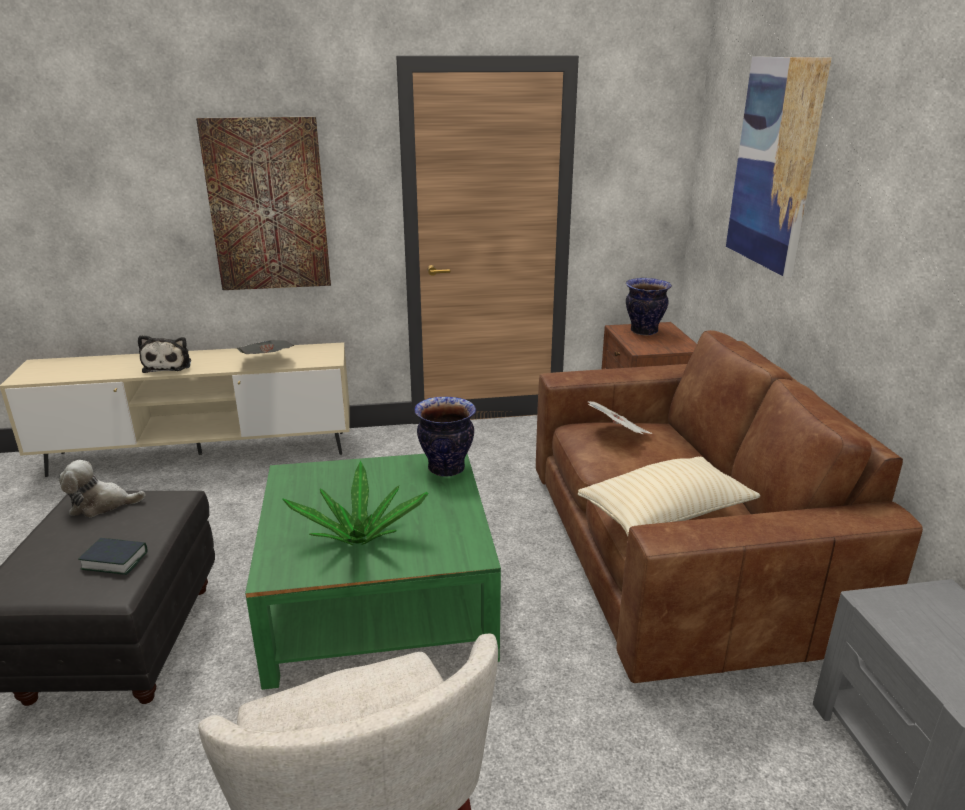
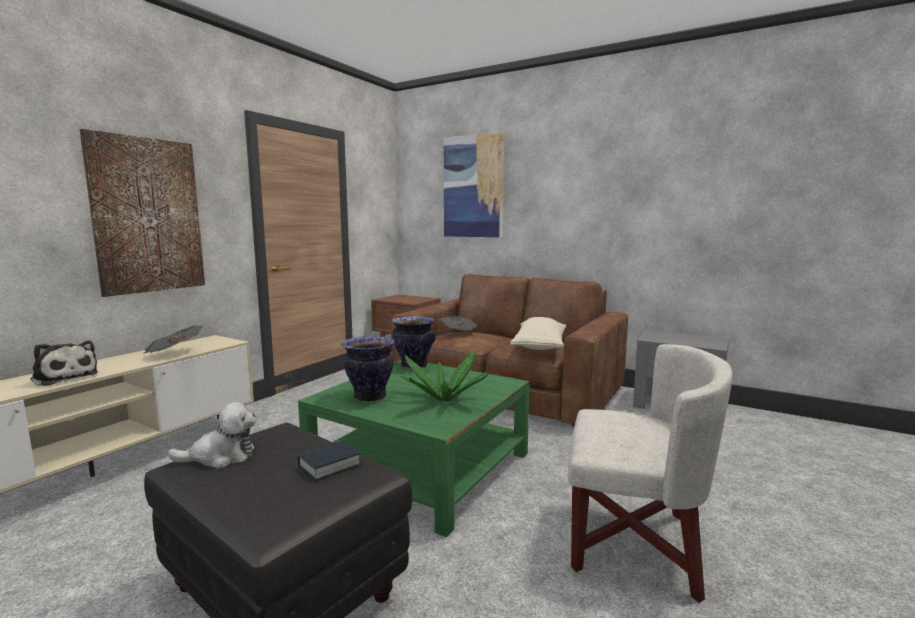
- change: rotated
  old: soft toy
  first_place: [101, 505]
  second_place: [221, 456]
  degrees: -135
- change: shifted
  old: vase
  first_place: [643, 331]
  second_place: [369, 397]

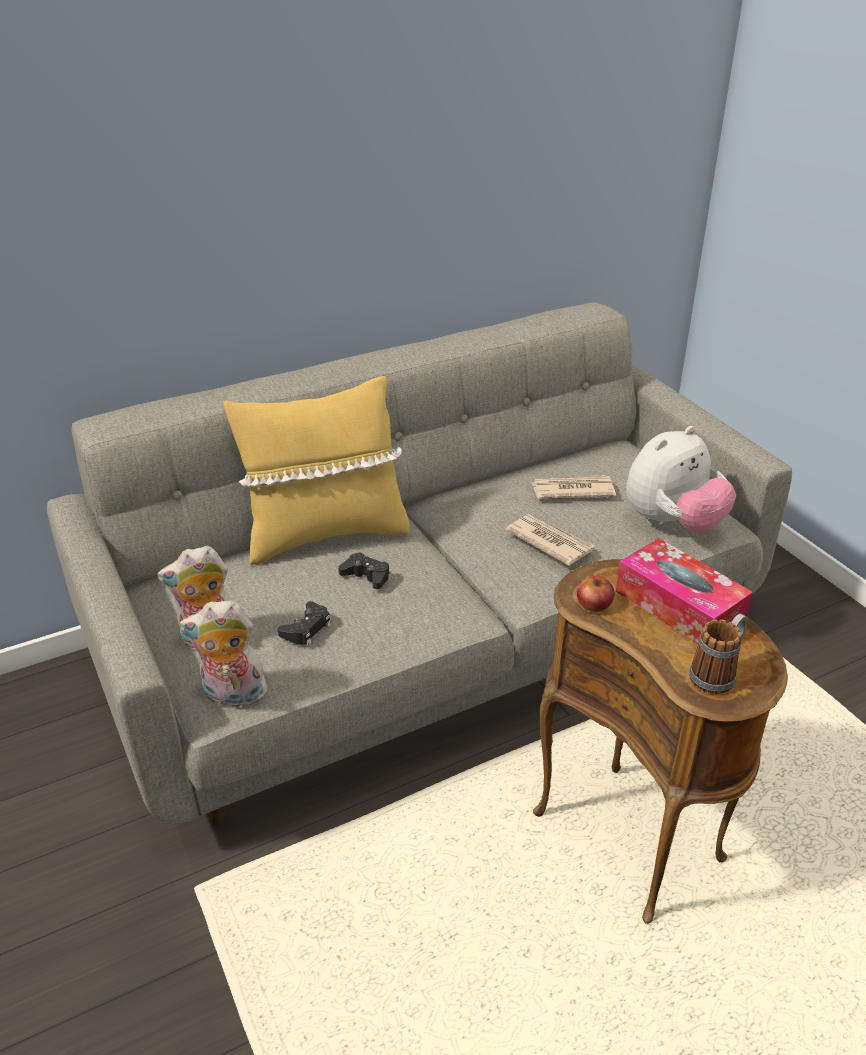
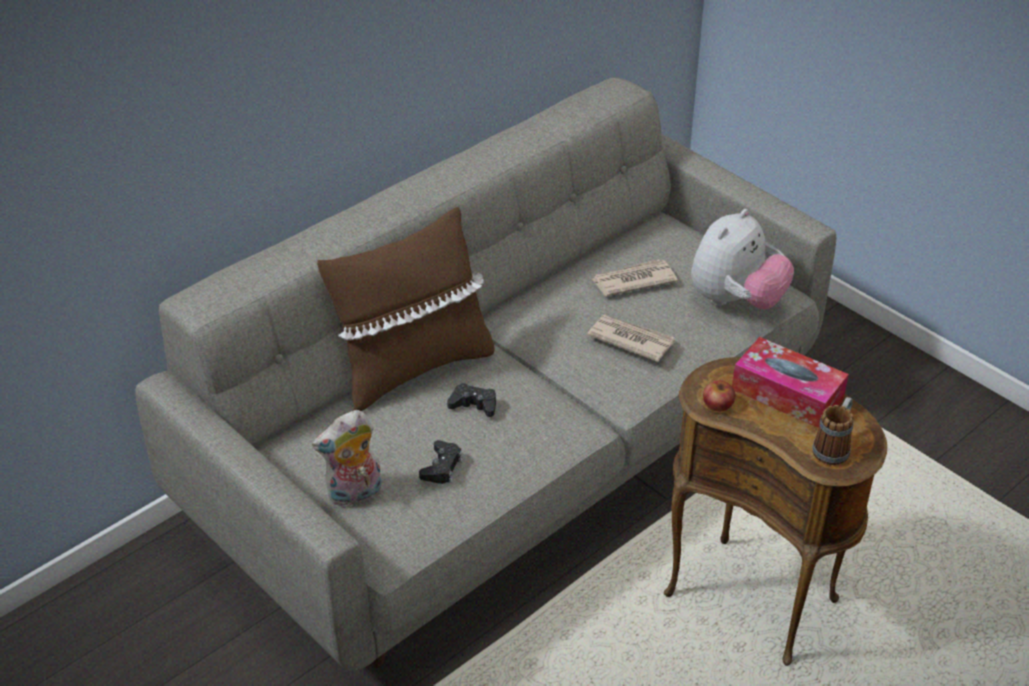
- change: gone
  old: soft toy
  first_place: [232, 696]
- change: repainted
  old: throw pillow in yellow-coloured
  new: throw pillow in brown-coloured
  first_place: [325, 535]
  second_place: [413, 368]

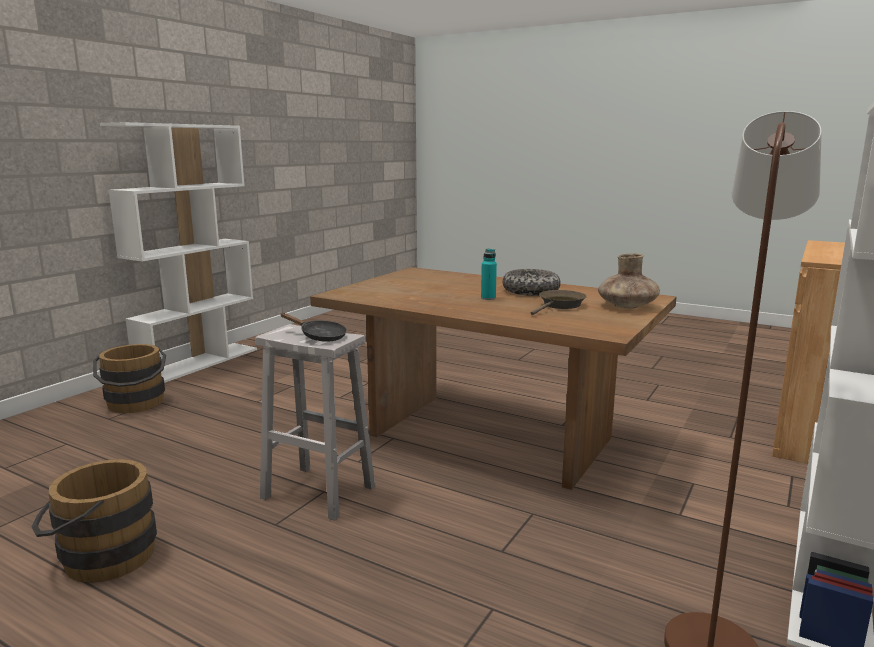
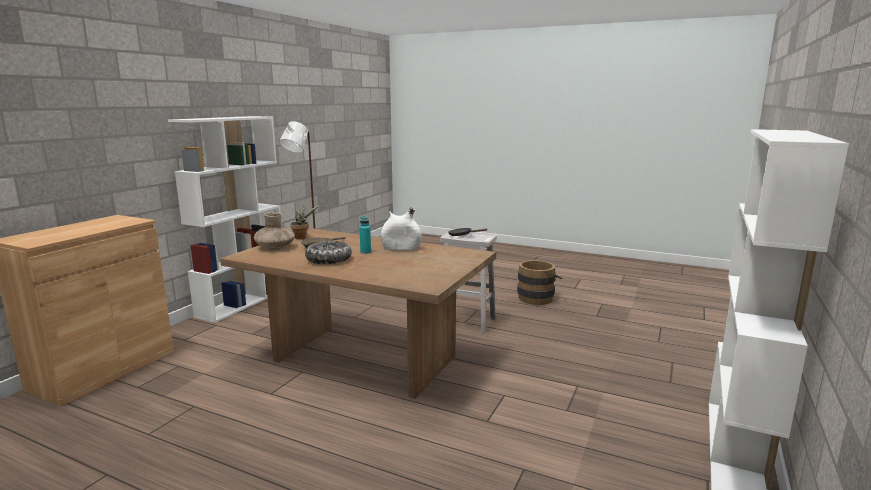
- change: gone
  old: pail in brown-coloured
  first_place: [135, 405]
- change: new
  new: plant in a pot
  second_place: [302, 237]
- change: new
  new: vase in white
  second_place: [401, 249]

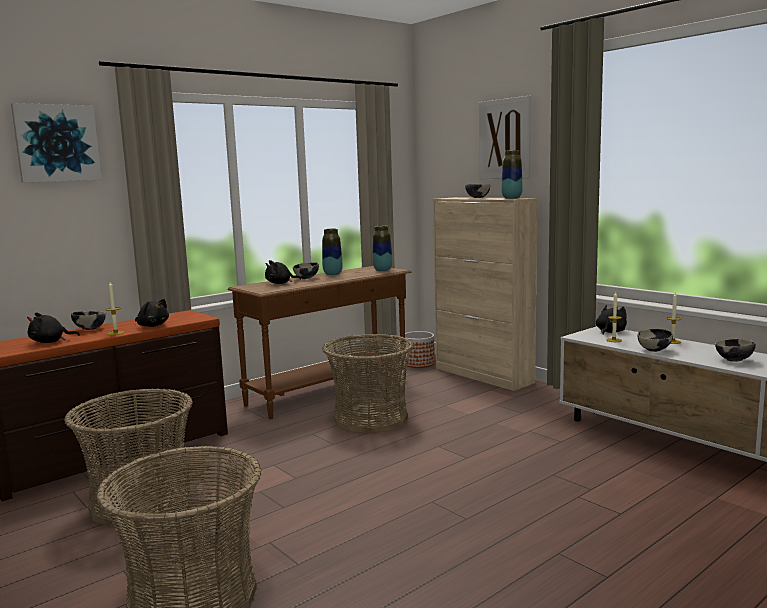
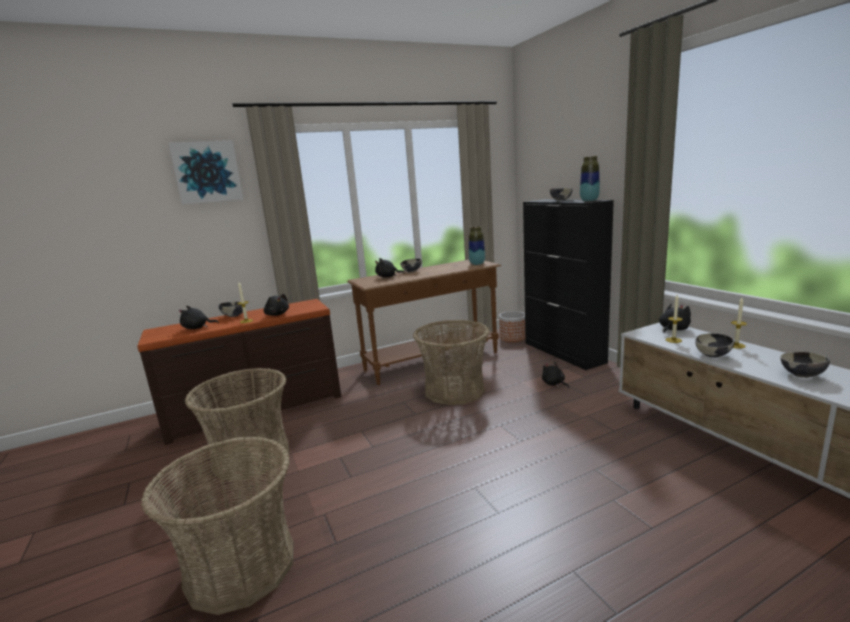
- change: gone
  old: vase
  first_place: [332, 274]
- change: repainted
  old: cabinet in beige-coloured
  new: cabinet in blackish
  first_place: [483, 375]
  second_place: [564, 352]
- change: gone
  old: wall art
  first_place: [505, 139]
- change: new
  new: soft toy in blackish
  second_place: [554, 384]

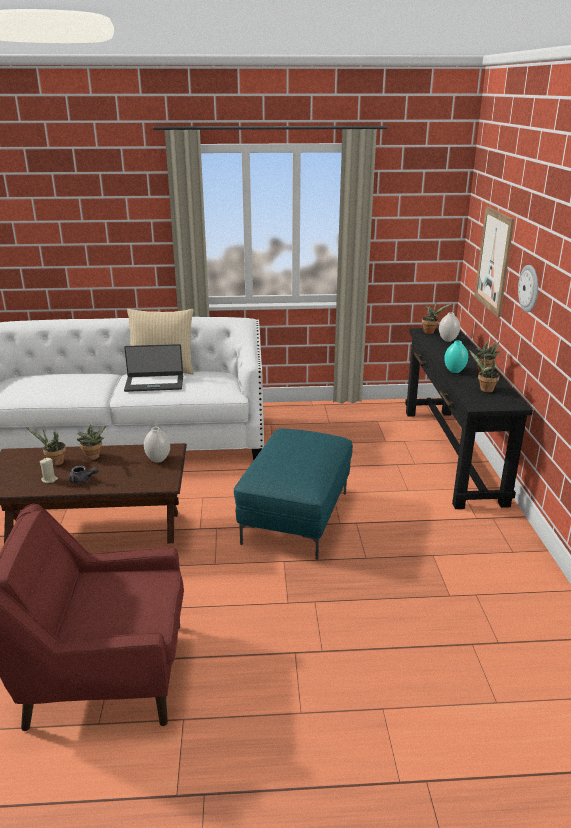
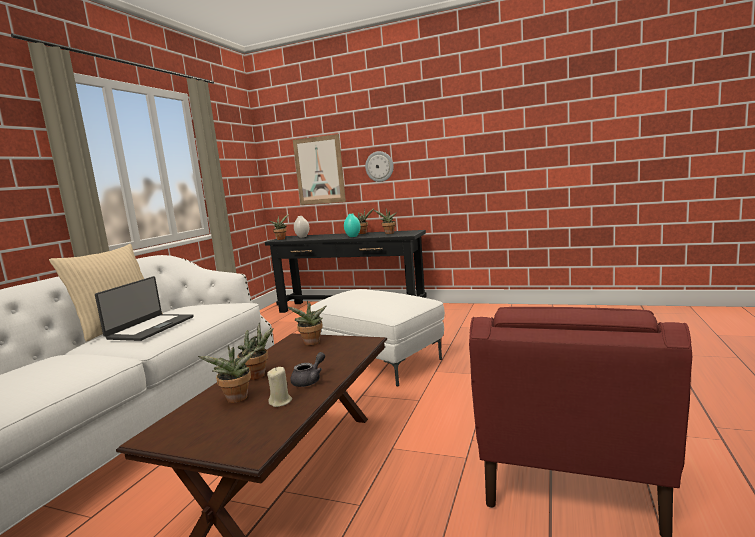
- change: swapped
  old: vase in white
  new: plant in a pot
  first_place: [158, 459]
  second_place: [311, 343]
- change: repainted
  old: ottoman in blue-green
  new: ottoman in white
  first_place: [297, 518]
  second_place: [379, 360]

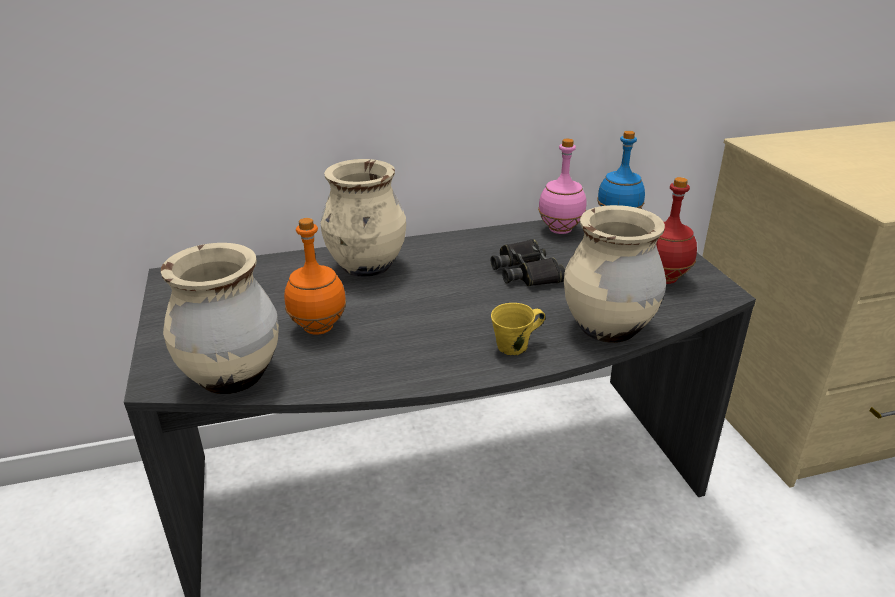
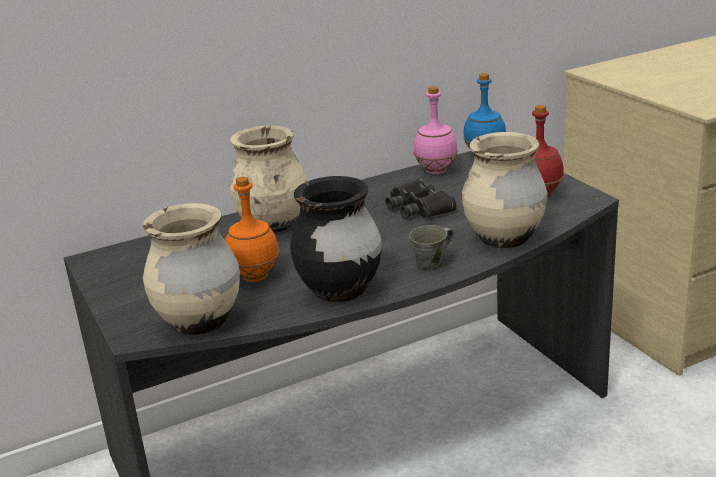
- change: repainted
  old: coffee mug in yellow-coloured
  new: coffee mug in grey
  first_place: [514, 346]
  second_place: [432, 263]
- change: new
  new: vase in blackish
  second_place: [340, 291]

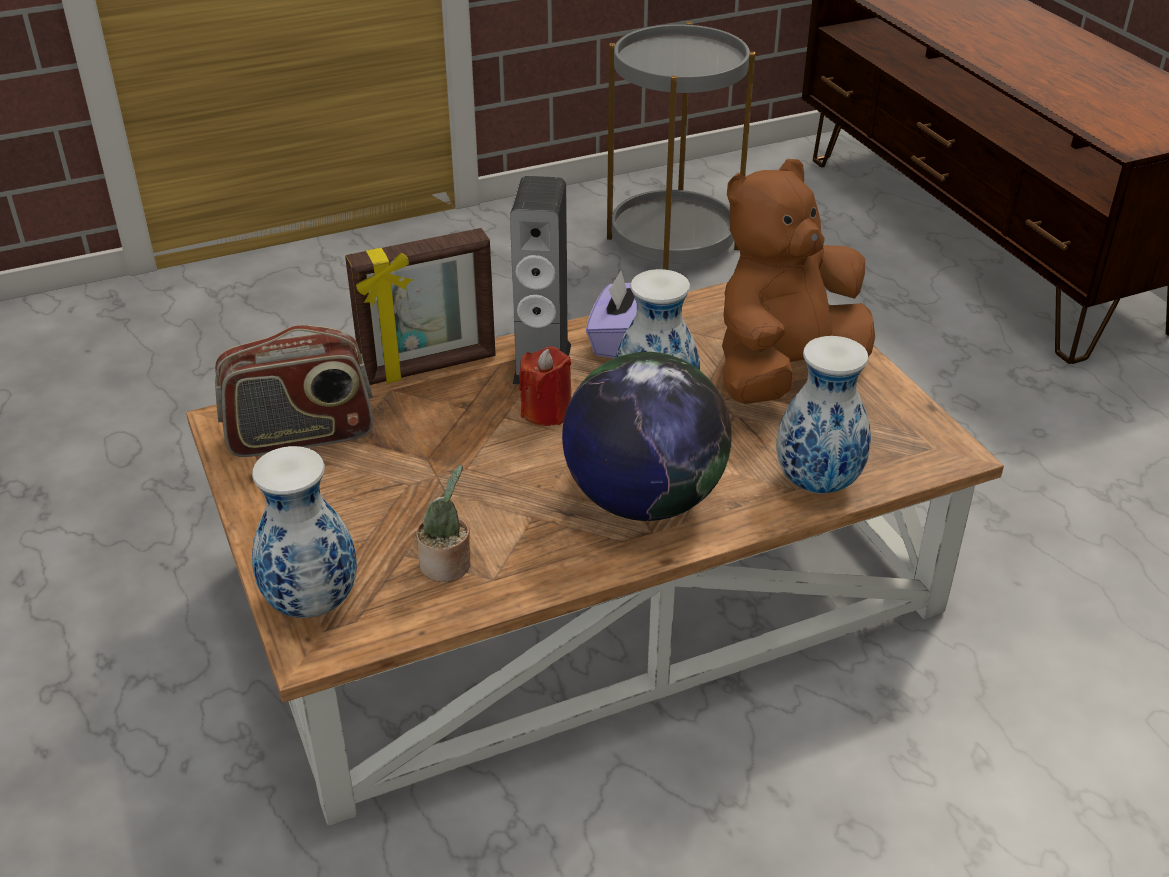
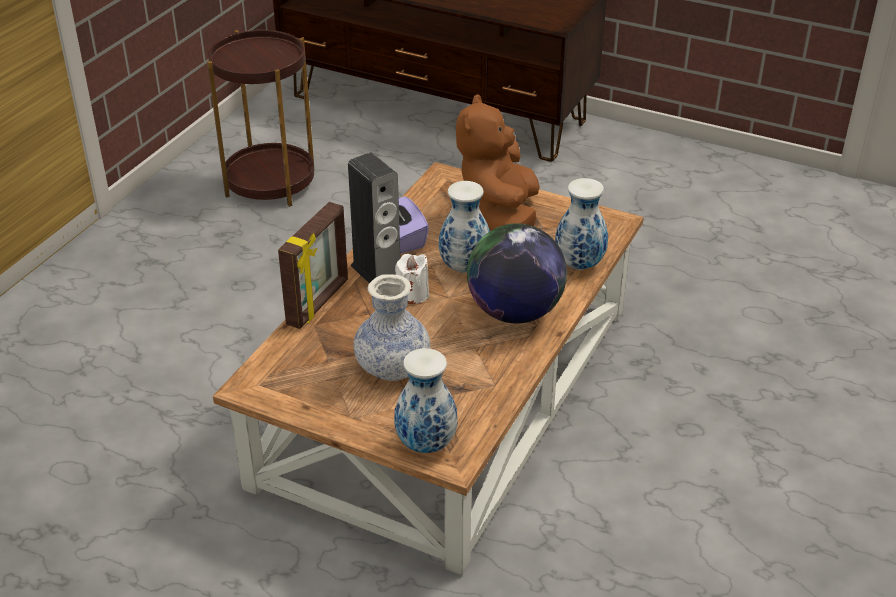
- change: gone
  old: radio
  first_place: [300, 435]
- change: gone
  old: plant in a pot
  first_place: [448, 566]
- change: repainted
  old: candle in red
  new: candle in white
  first_place: [546, 411]
  second_place: [412, 294]
- change: repainted
  old: side table in grey
  new: side table in brown-coloured
  first_place: [672, 243]
  second_place: [270, 183]
- change: new
  new: vase
  second_place: [392, 367]

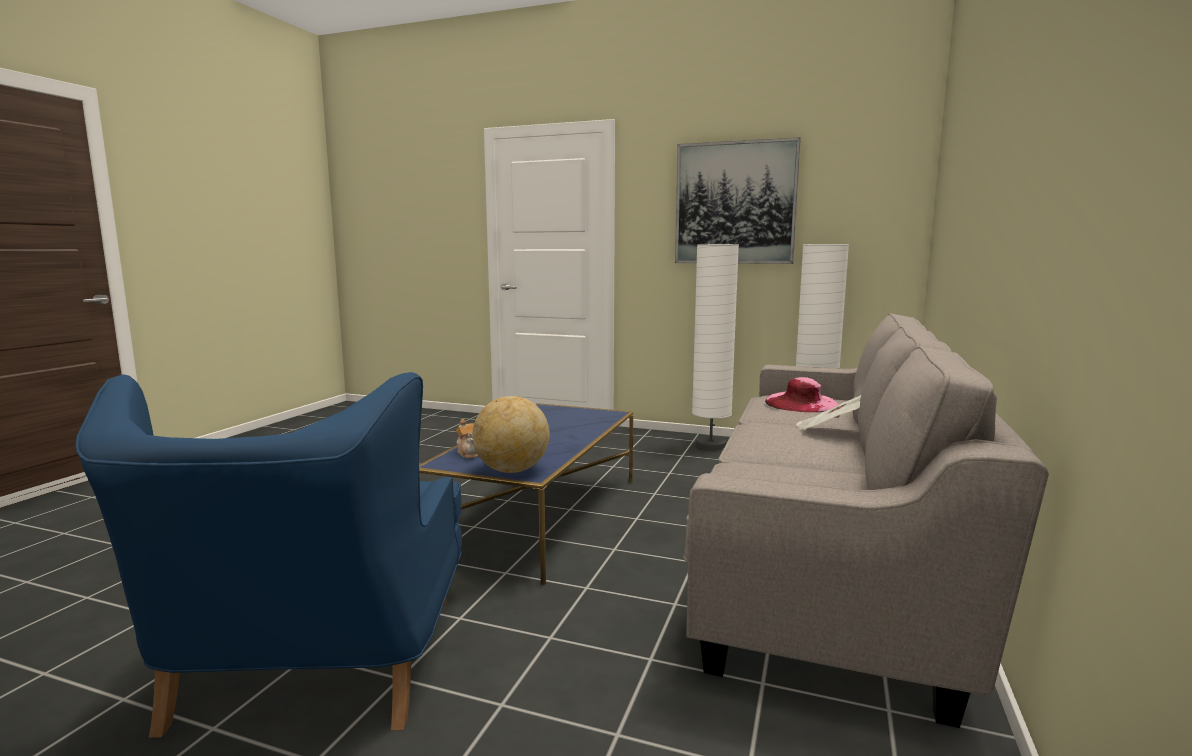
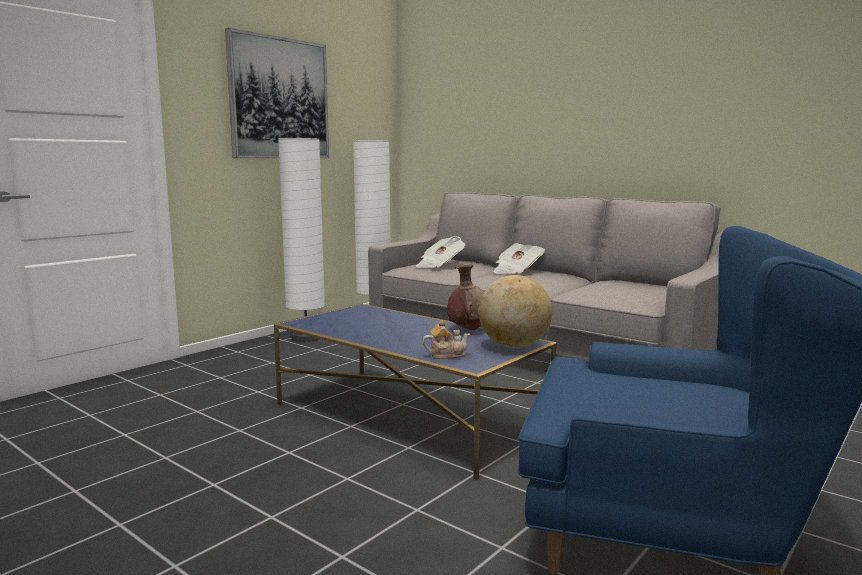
- change: swapped
  old: clothing hat in pinkish
  new: printed paper
  first_place: [801, 403]
  second_place: [439, 266]
- change: new
  new: vase in brown-coloured
  second_place: [468, 329]

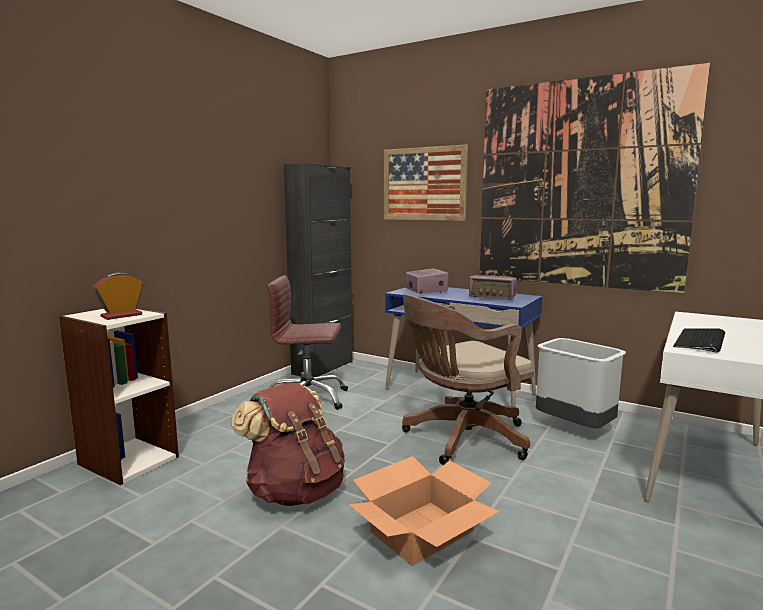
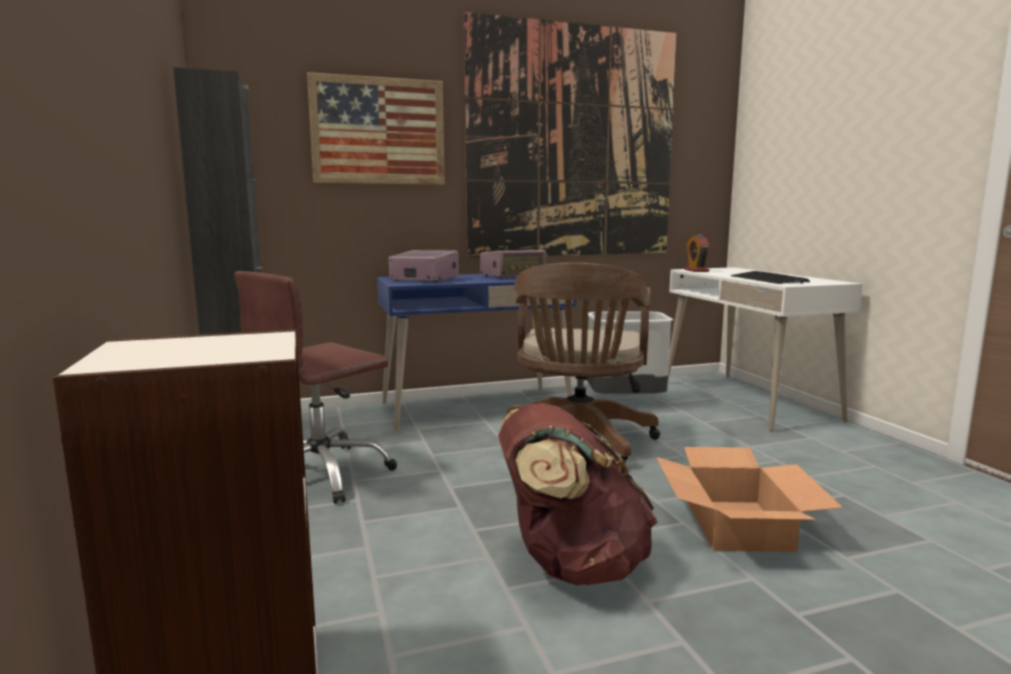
- change: shifted
  old: bedside clock
  first_place: [121, 316]
  second_place: [696, 270]

